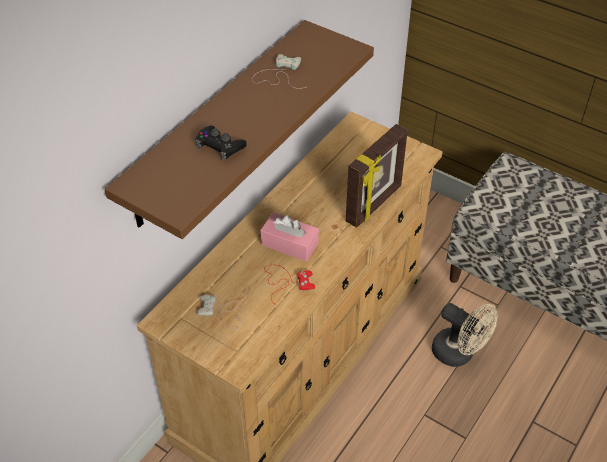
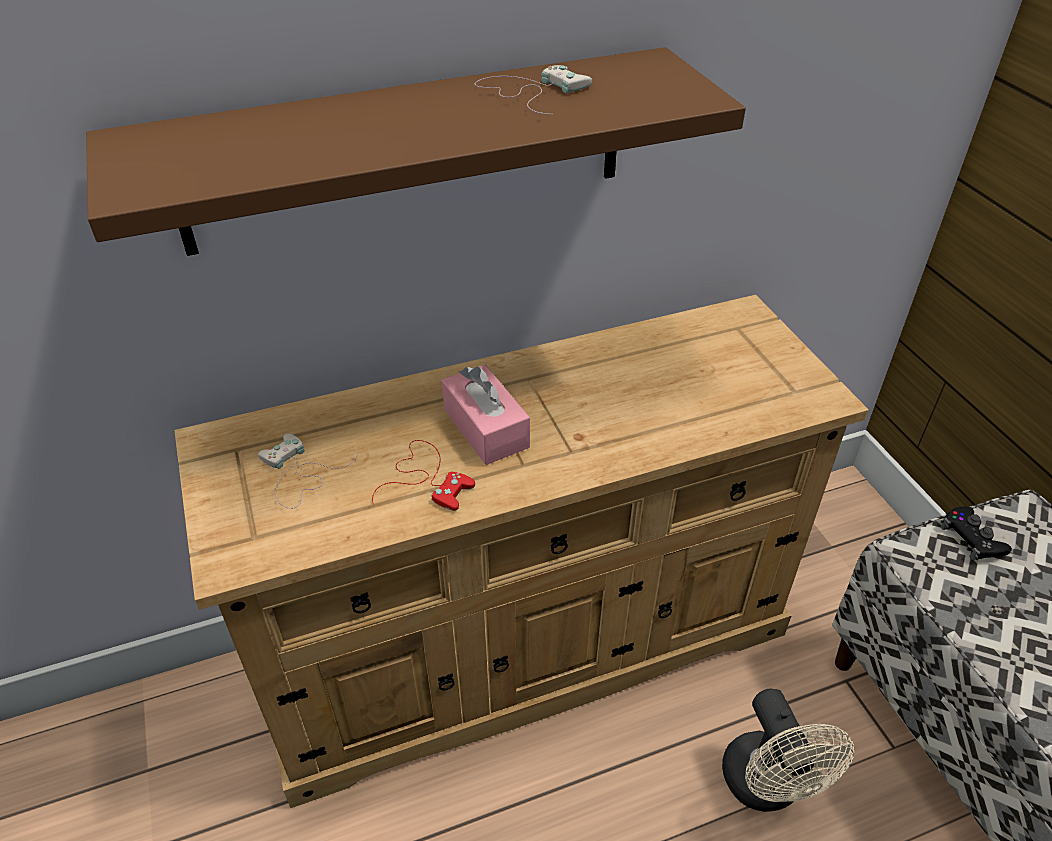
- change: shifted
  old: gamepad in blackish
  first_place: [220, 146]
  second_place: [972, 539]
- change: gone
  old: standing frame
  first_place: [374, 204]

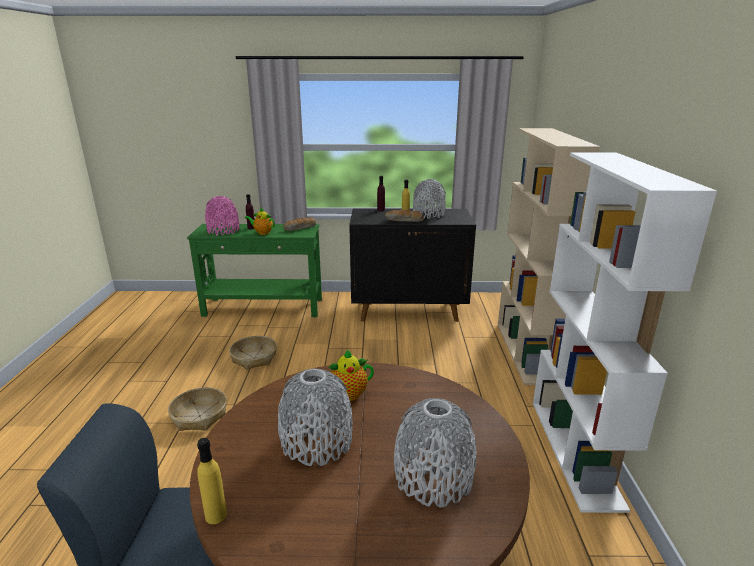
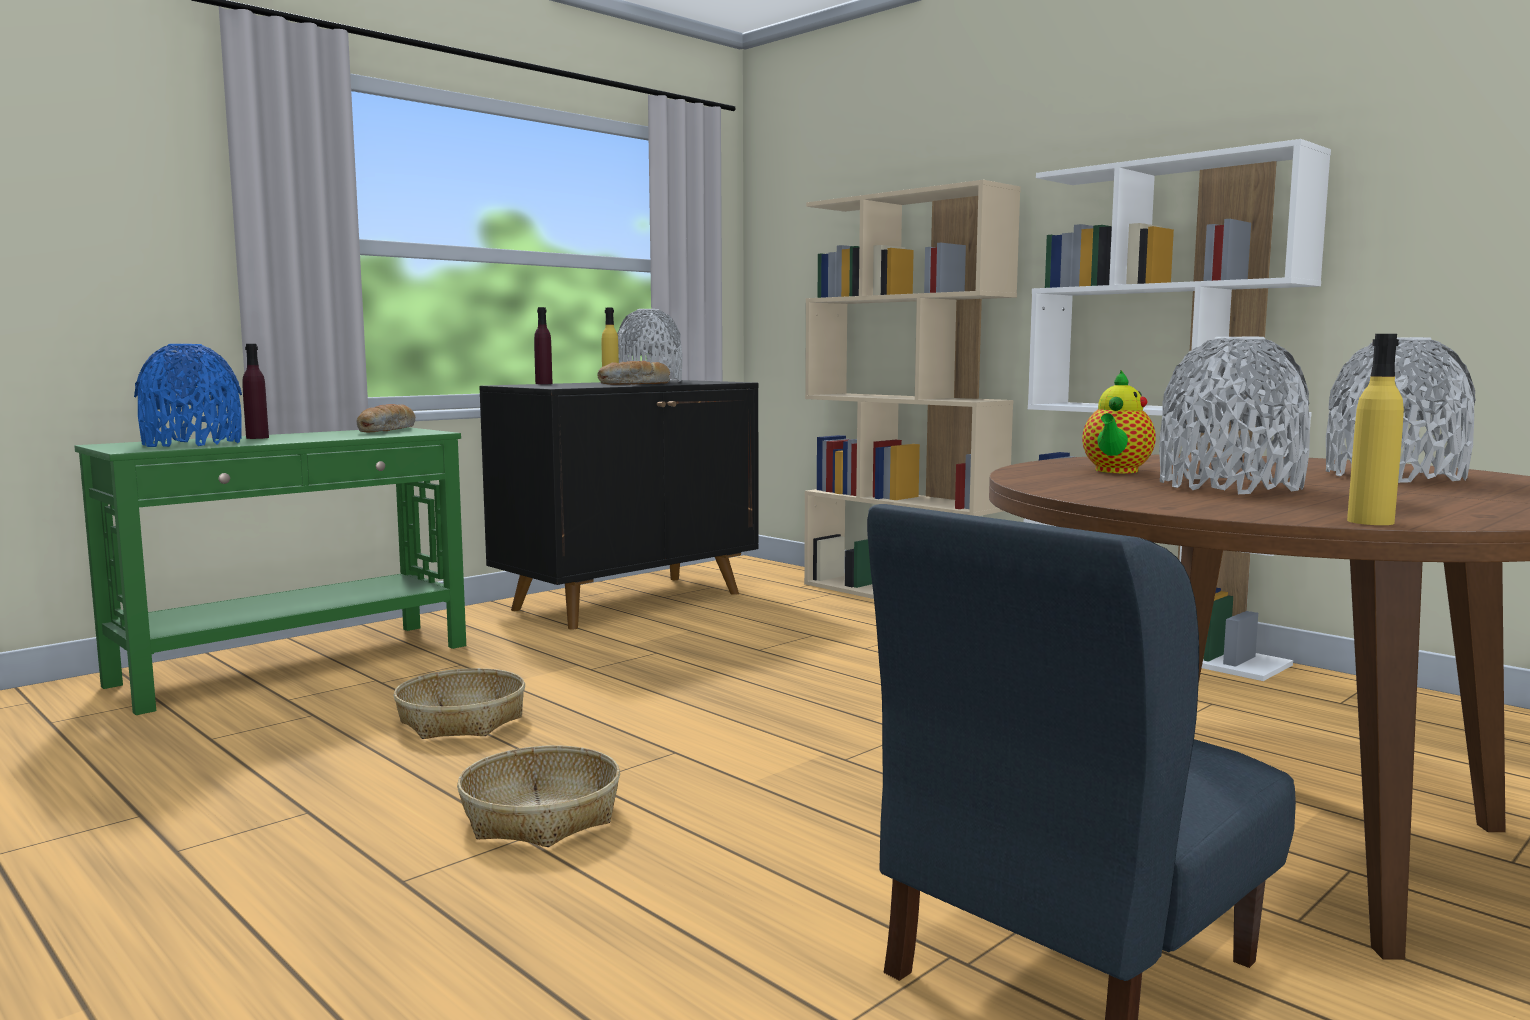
- change: repainted
  old: vase in pinkish
  new: vase in blue-coloured
  first_place: [223, 231]
  second_place: [192, 444]
- change: gone
  old: teapot
  first_place: [262, 233]

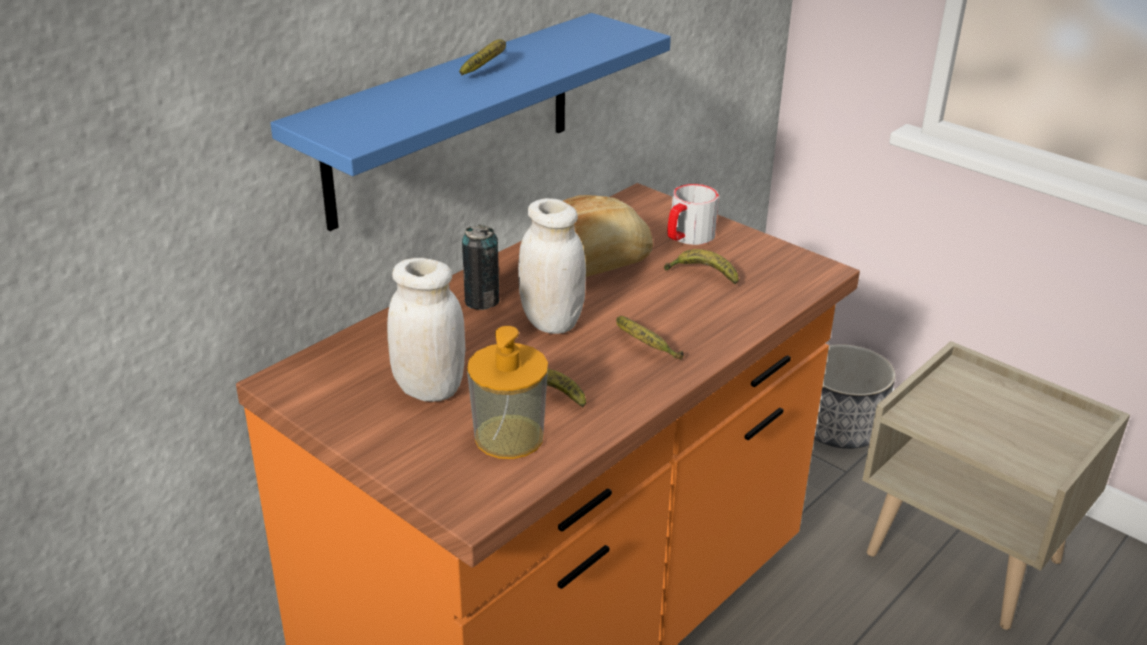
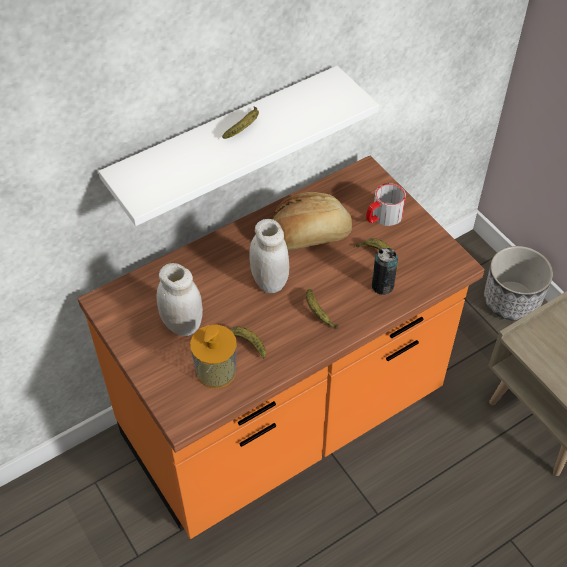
- change: repainted
  old: shelf in blue-coloured
  new: shelf in white
  first_place: [452, 119]
  second_place: [225, 144]
- change: shifted
  old: metal can
  first_place: [482, 301]
  second_place: [382, 286]

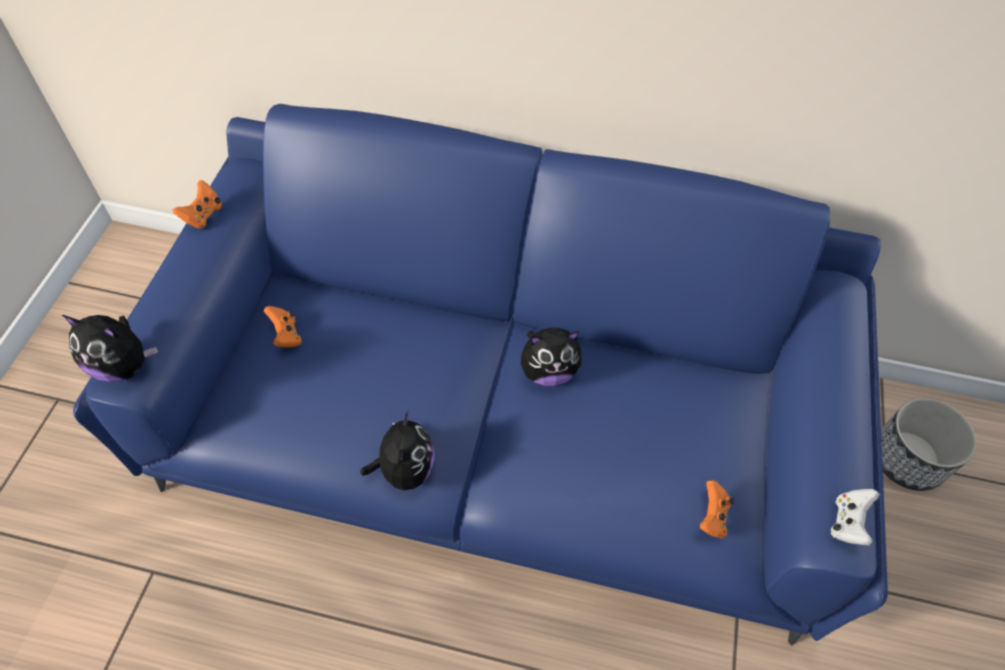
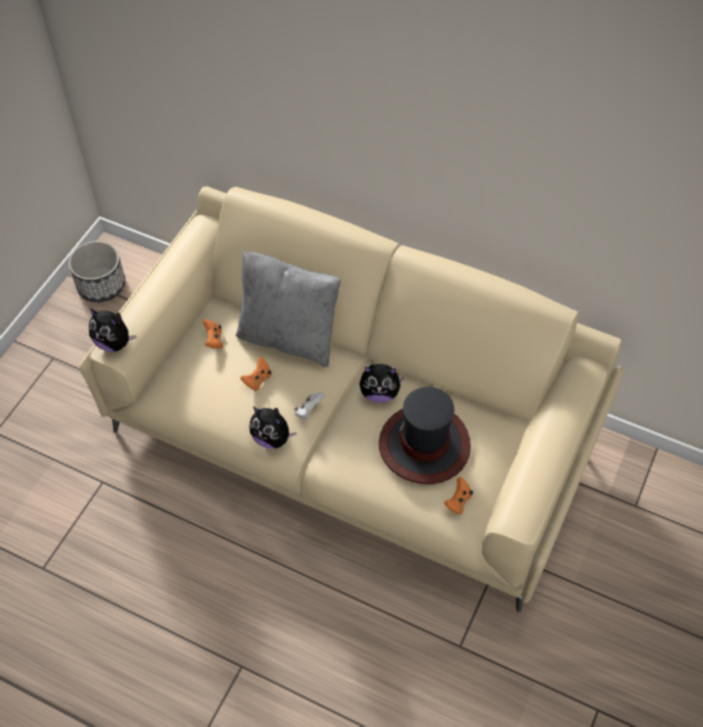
- change: repainted
  old: settee in blue-coloured
  new: settee in beige-coloured
  first_place: [500, 433]
  second_place: [353, 435]
- change: shifted
  old: gamepad in orange
  first_place: [203, 215]
  second_place: [257, 380]
- change: rotated
  old: soft toy
  first_place: [404, 469]
  second_place: [272, 438]
  degrees: 105
- change: shifted
  old: gamepad in white
  first_place: [847, 523]
  second_place: [308, 410]
- change: shifted
  old: plant pot
  first_place: [907, 459]
  second_place: [102, 285]
- change: new
  new: throw pillow in grey
  second_place: [289, 337]
- change: new
  new: clothing hat
  second_place: [425, 445]

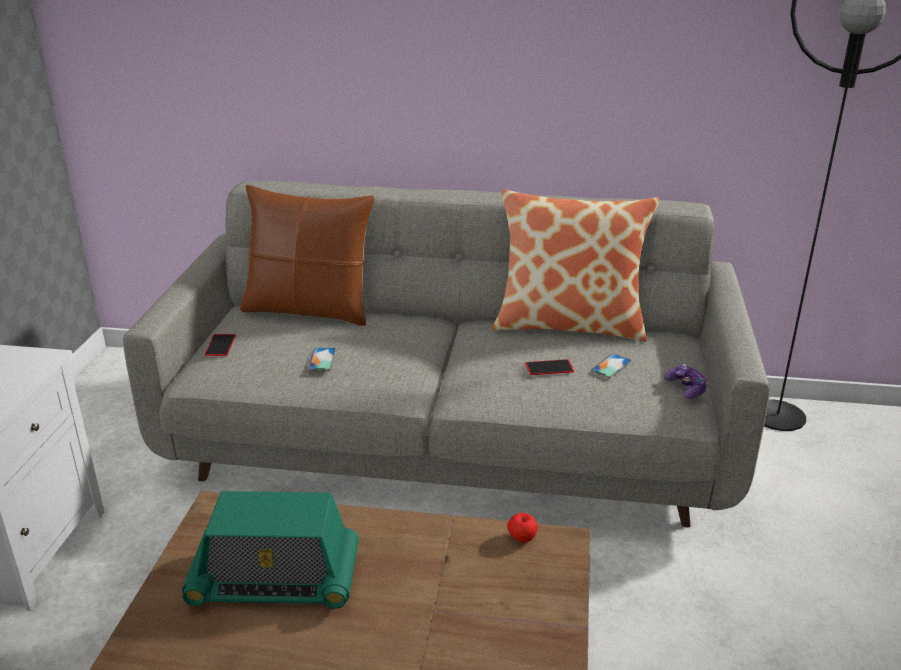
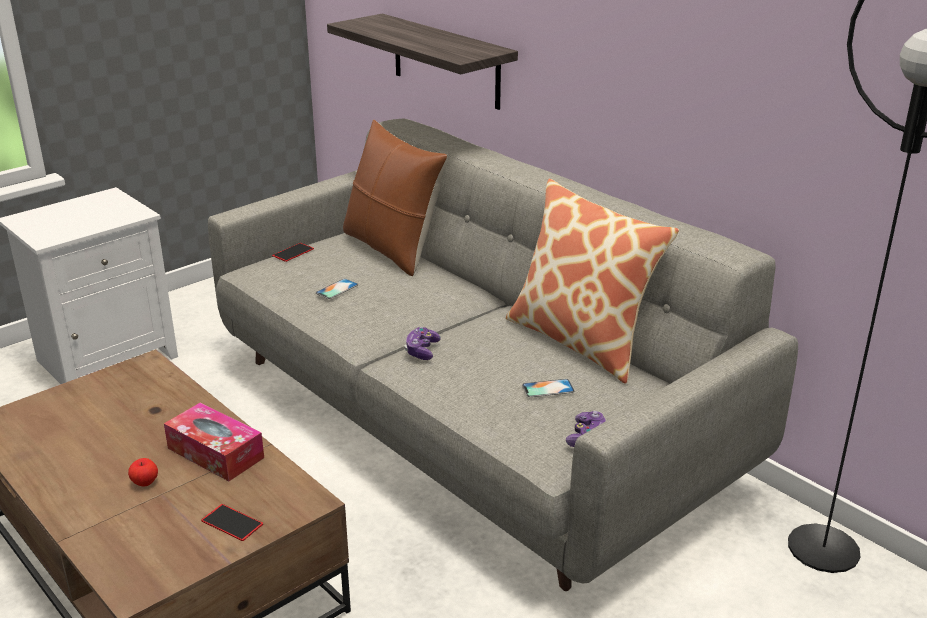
- change: gone
  old: radio
  first_place: [275, 580]
- change: shifted
  old: apple
  first_place: [522, 538]
  second_place: [145, 482]
- change: shifted
  old: handset
  first_place: [549, 367]
  second_place: [232, 522]
- change: new
  new: box of tissues
  second_place: [215, 453]
- change: new
  new: shelf
  second_place: [446, 61]
- change: new
  new: gamepad
  second_place: [422, 350]

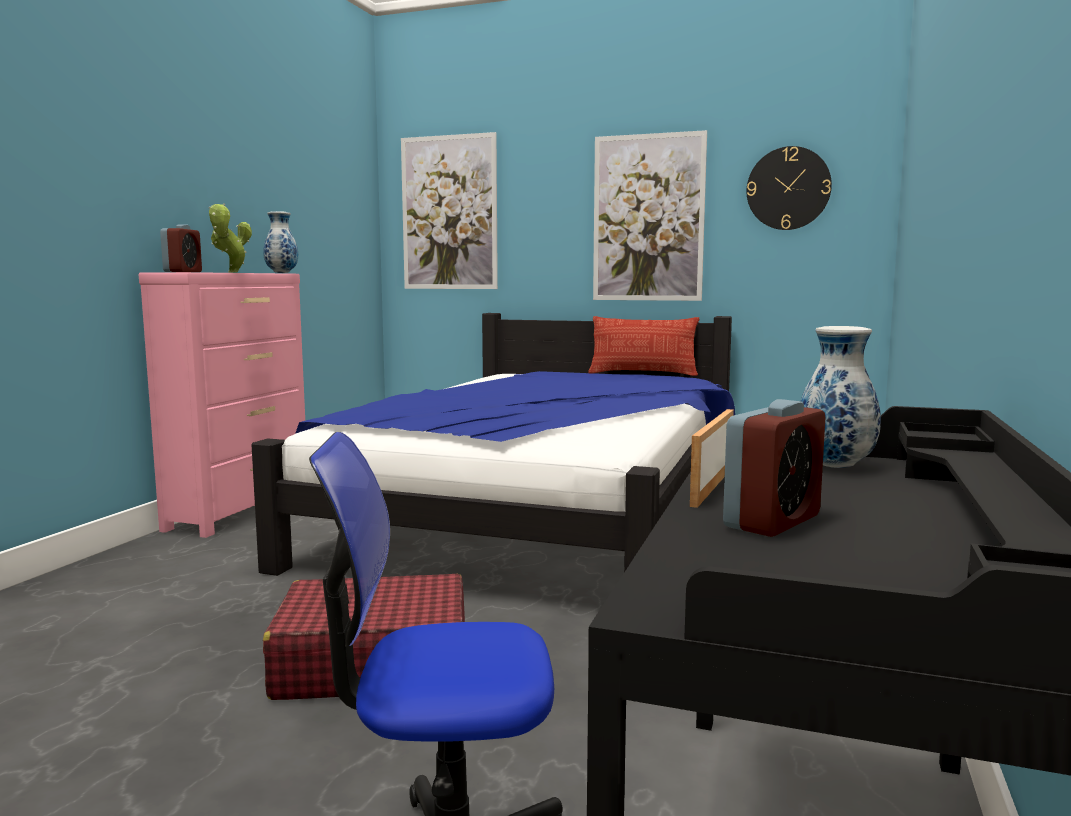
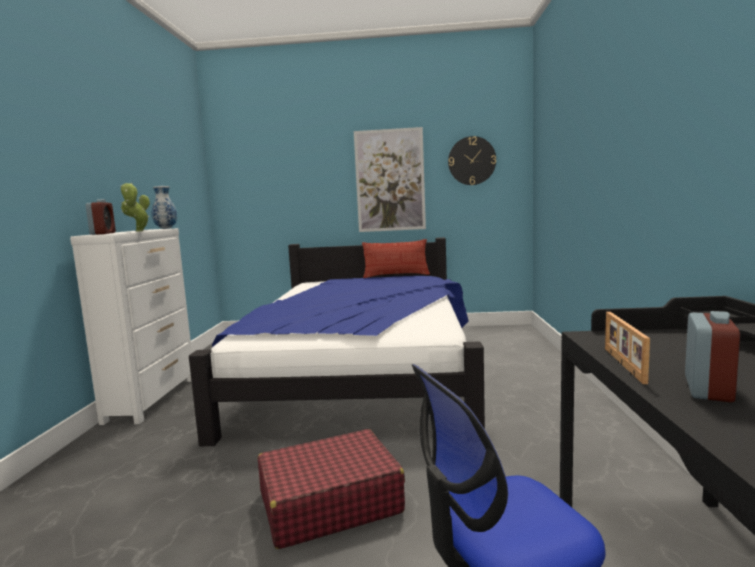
- change: repainted
  old: drawer chest in pinkish
  new: drawer chest in white
  first_place: [241, 511]
  second_place: [153, 399]
- change: gone
  old: wall art
  first_place: [449, 213]
- change: gone
  old: vase
  first_place: [833, 466]

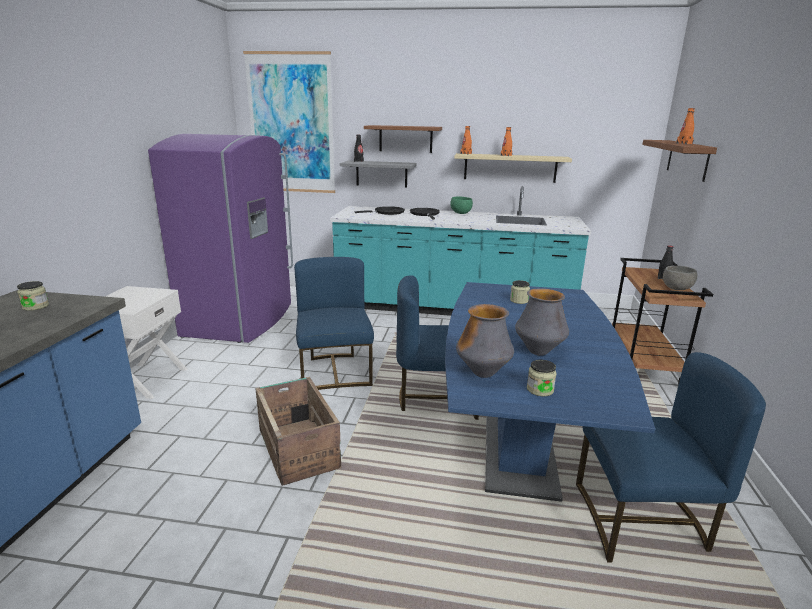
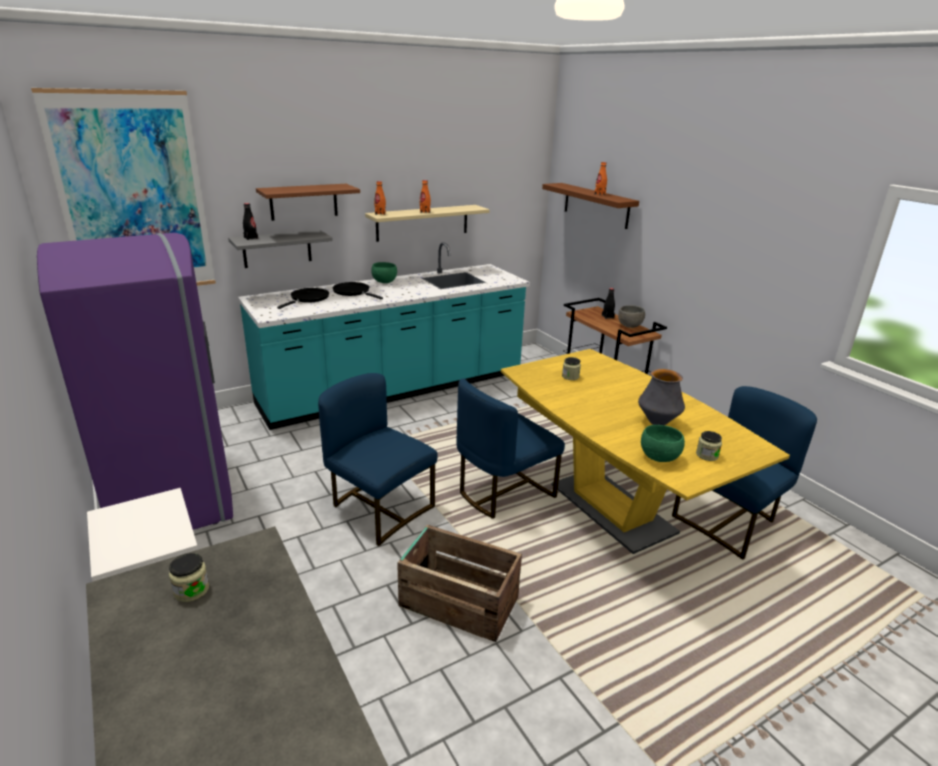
- change: repainted
  old: dinner table in blue-coloured
  new: dinner table in yellow-coloured
  first_place: [519, 450]
  second_place: [611, 508]
- change: swapped
  old: vase
  new: bowl in green-coloured
  first_place: [483, 373]
  second_place: [660, 458]

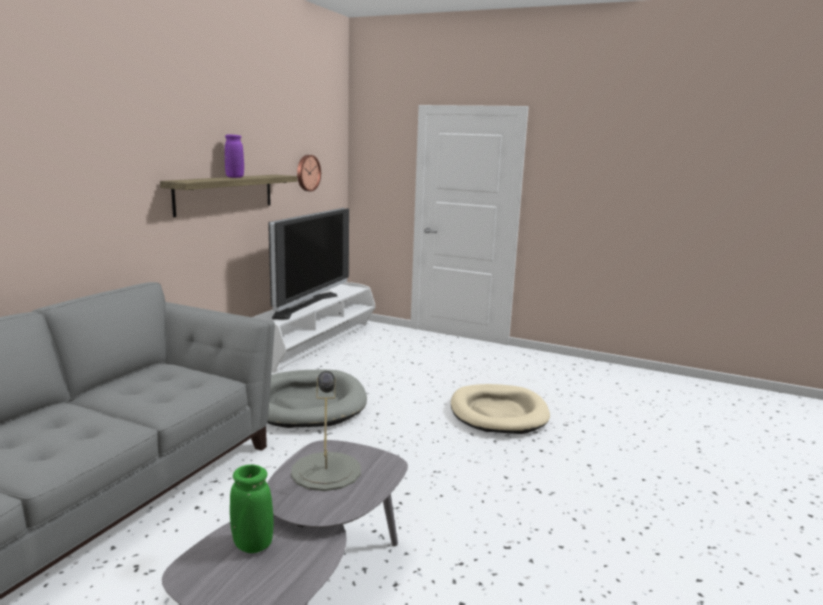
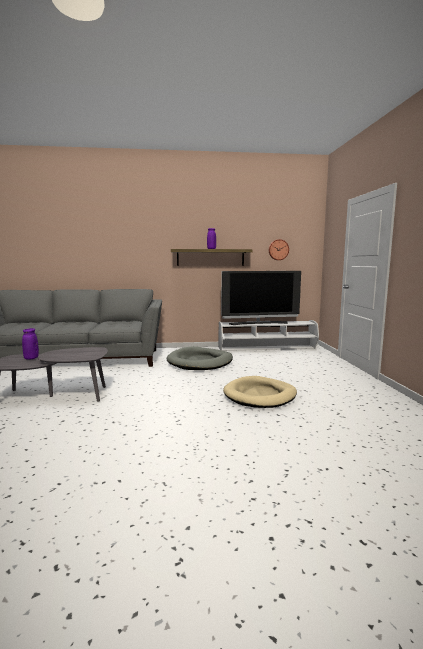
- change: repainted
  old: vase in green-coloured
  new: vase in purple
  first_place: [252, 544]
  second_place: [31, 358]
- change: gone
  old: tabletop lamp in grey
  first_place: [326, 471]

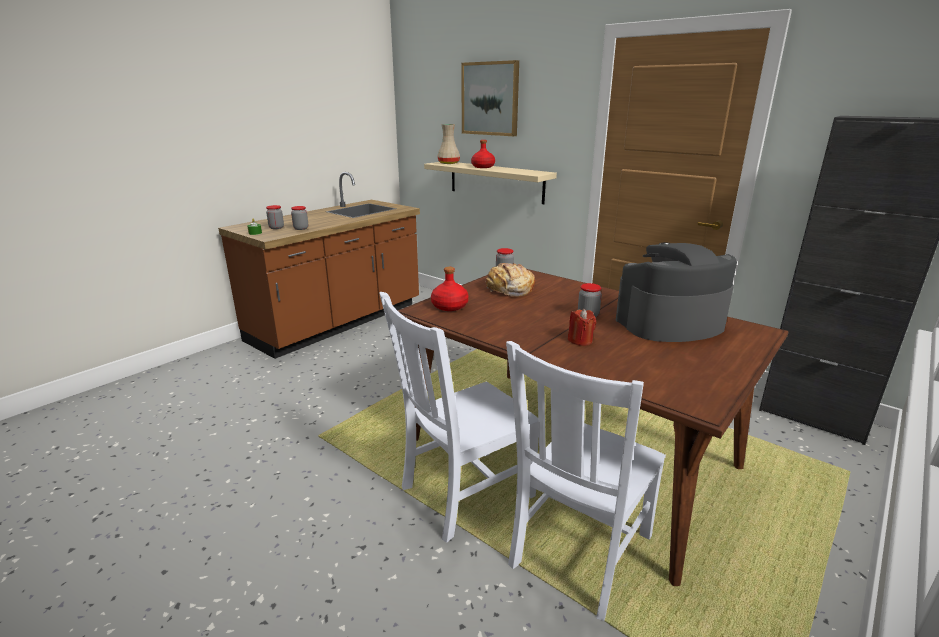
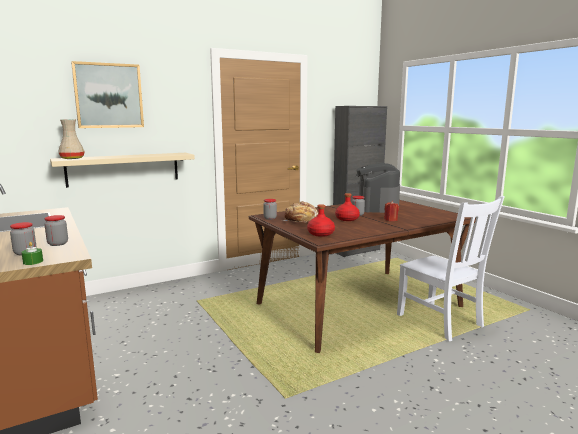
- change: gone
  old: chair in white
  first_place: [463, 493]
- change: shifted
  old: bottle in red
  first_place: [483, 167]
  second_place: [347, 219]

